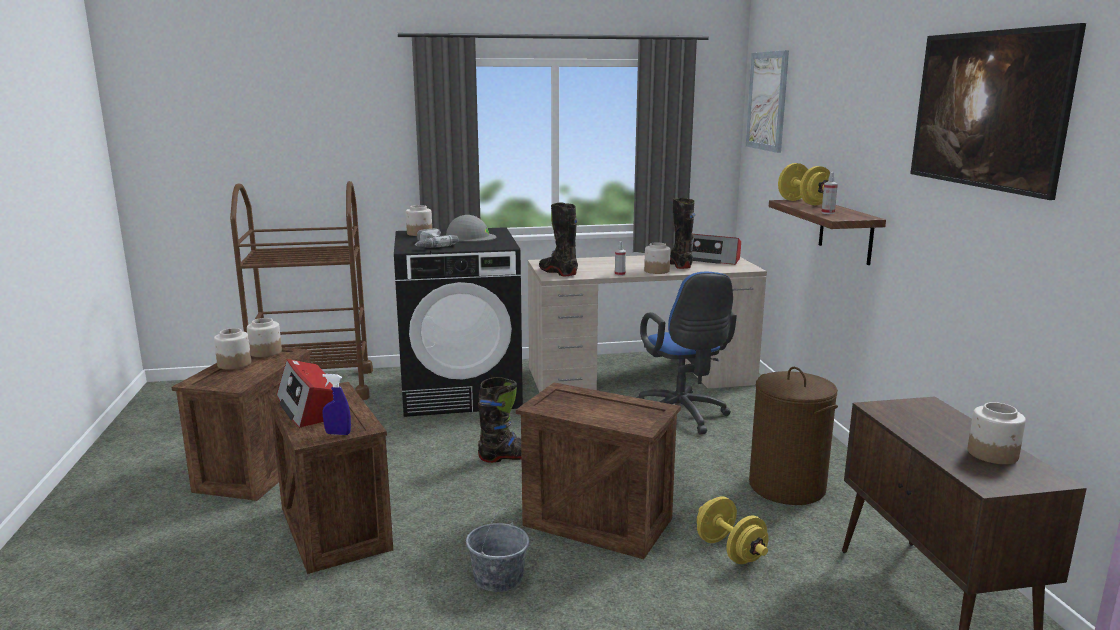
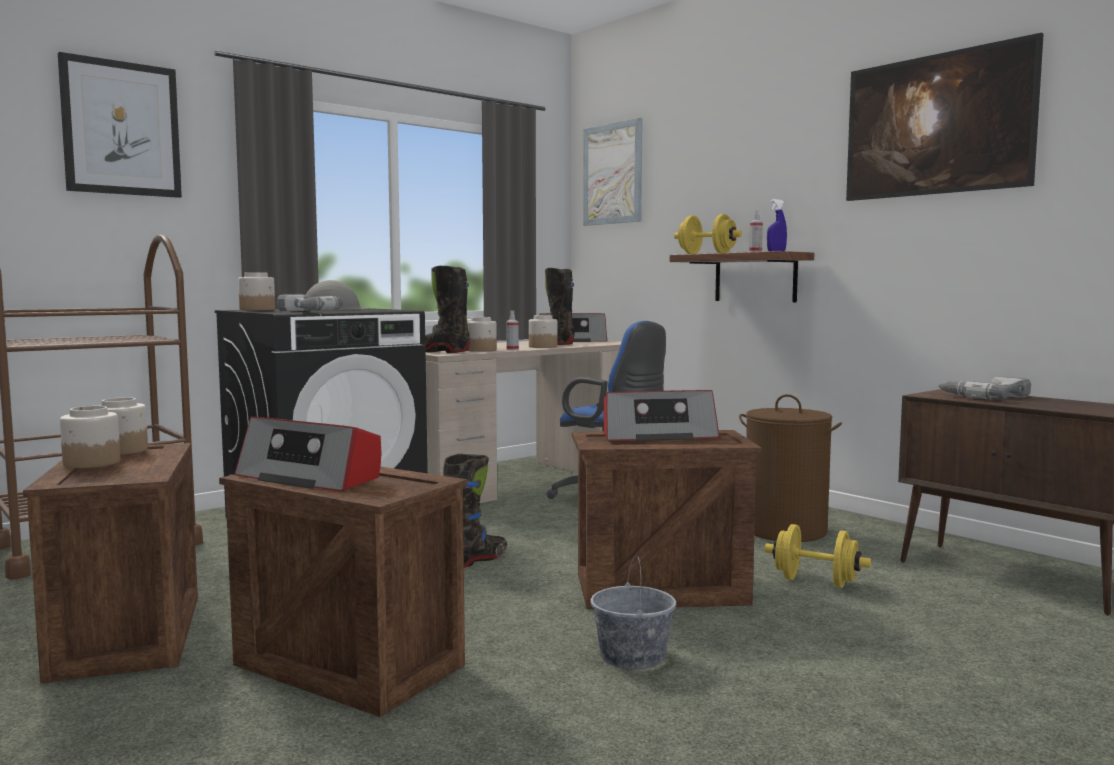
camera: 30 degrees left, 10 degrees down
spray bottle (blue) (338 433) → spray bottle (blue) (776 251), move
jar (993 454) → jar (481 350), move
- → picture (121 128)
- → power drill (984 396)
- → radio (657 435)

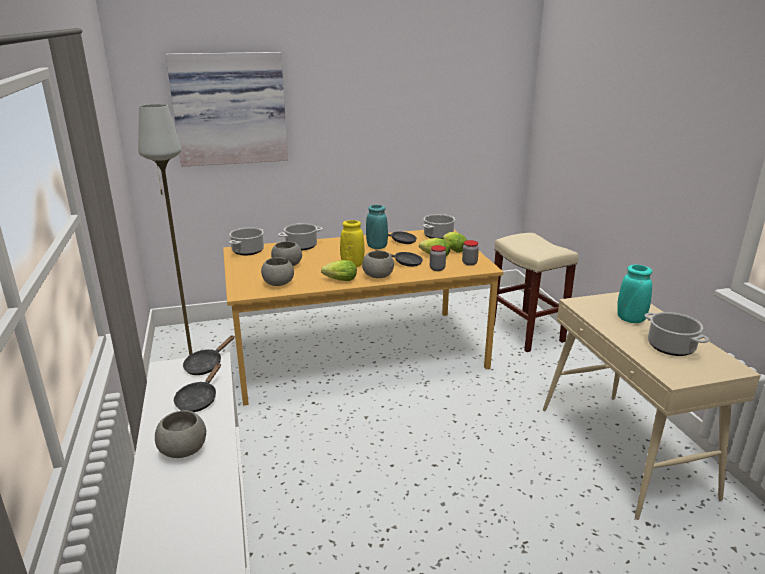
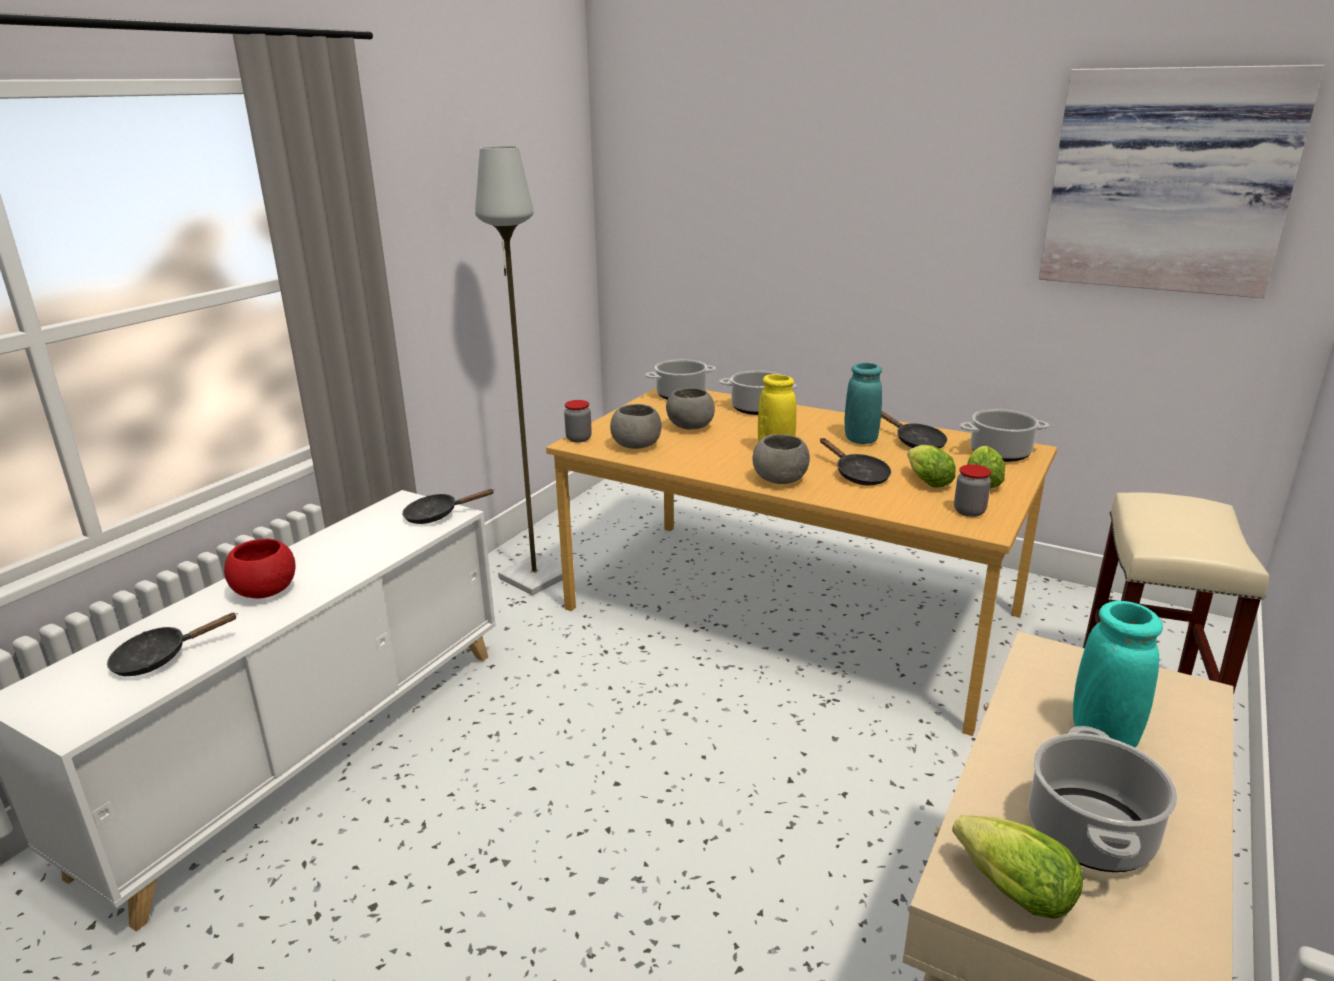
camera: 45 degrees right, 0 degrees up
picture (230 109) → picture (1168 181), move
jar (437 269) → jar (578 439), move
lettuce (338 280) → lettuce (1006 887), move
frying pan (black) (198 400) → frying pan (black) (159 658), move
bowl (grey) (183 450) → bowl (red) (265 591)

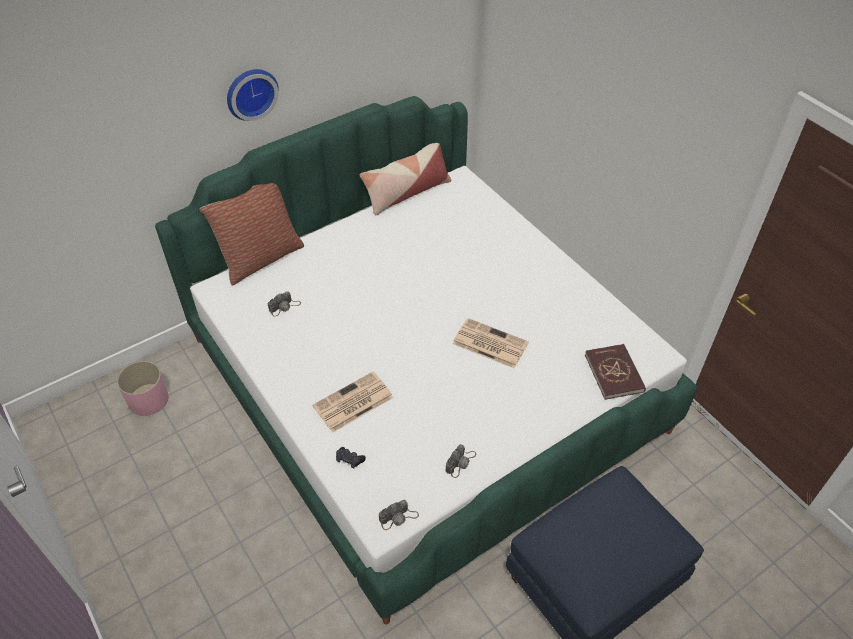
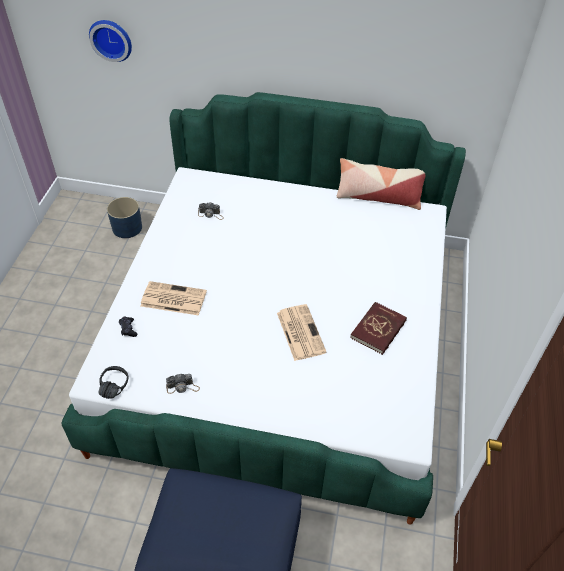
camera: 45 degrees right, 0 degrees up
wall clock (250 93) → wall clock (111 39), move
pillow (261 258) → -
book (red) (614 373) → book (red) (378 329), move
planter (pink) (148 399) → planter (blue) (127 228)
photo camera (398 517) → headphones (black) (108 385)

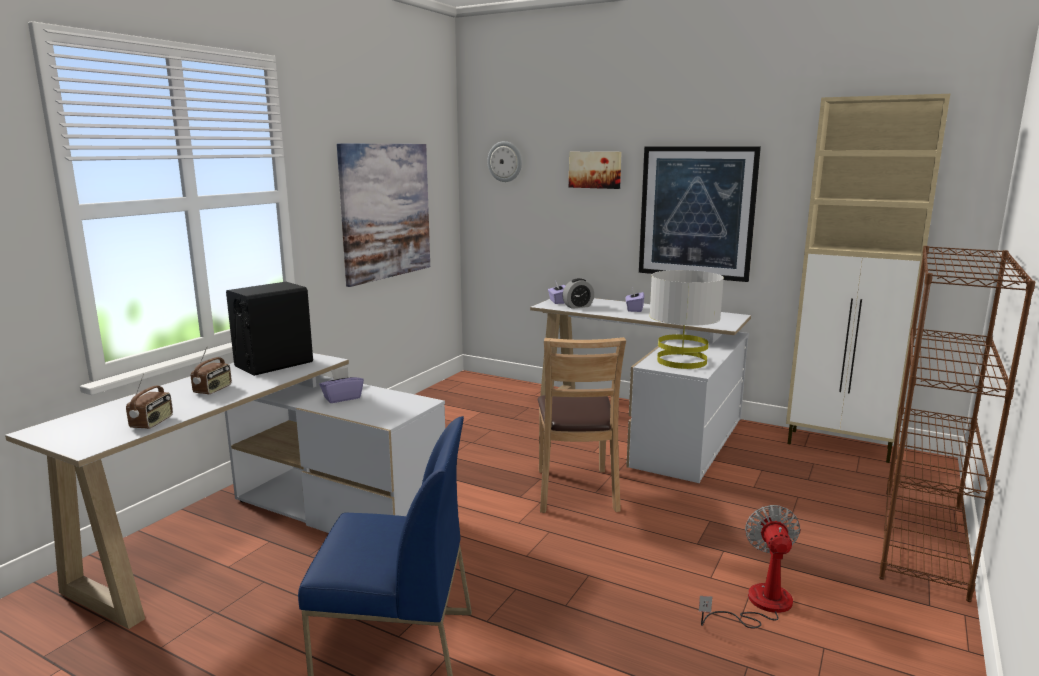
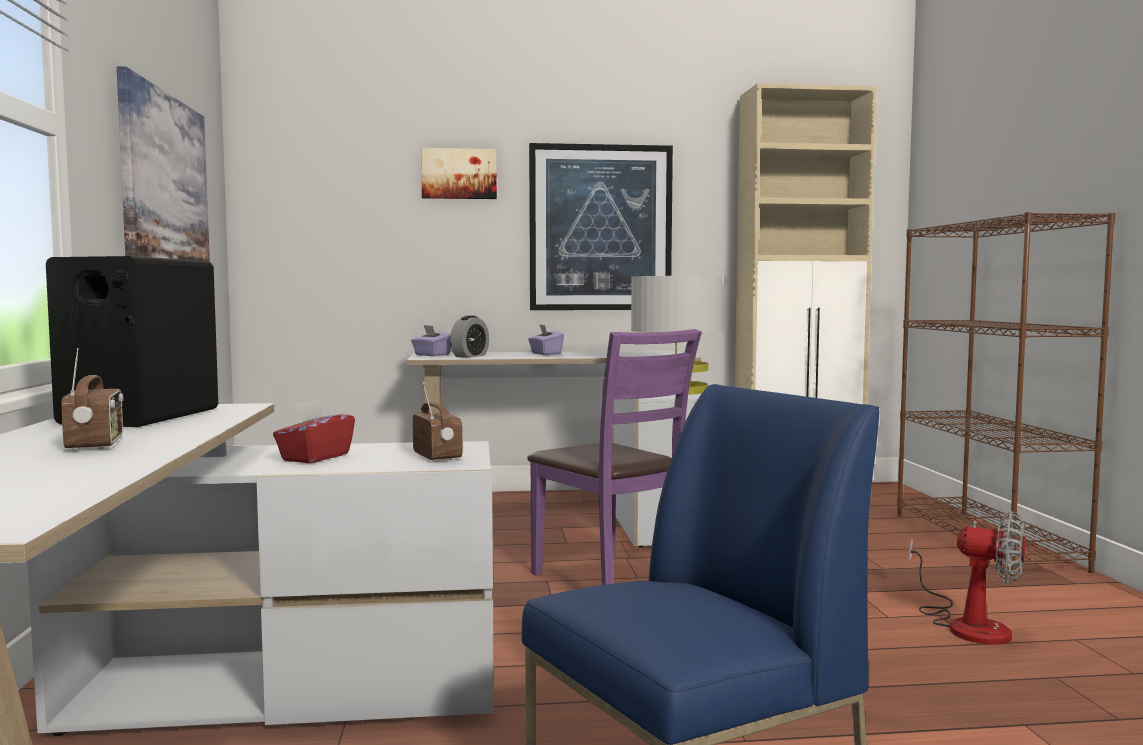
camera: 35 degrees left, 10 degrees down
wall clock (505 161) → -
chair (brown) (575 491) → chair (purple) (612 581)
tissue box (purple) (342 398) → tissue box (red) (315 457)
radio (152 423) → radio (438 456), move
fan (758 604) → fan (967 624), 150 degrees clockwise

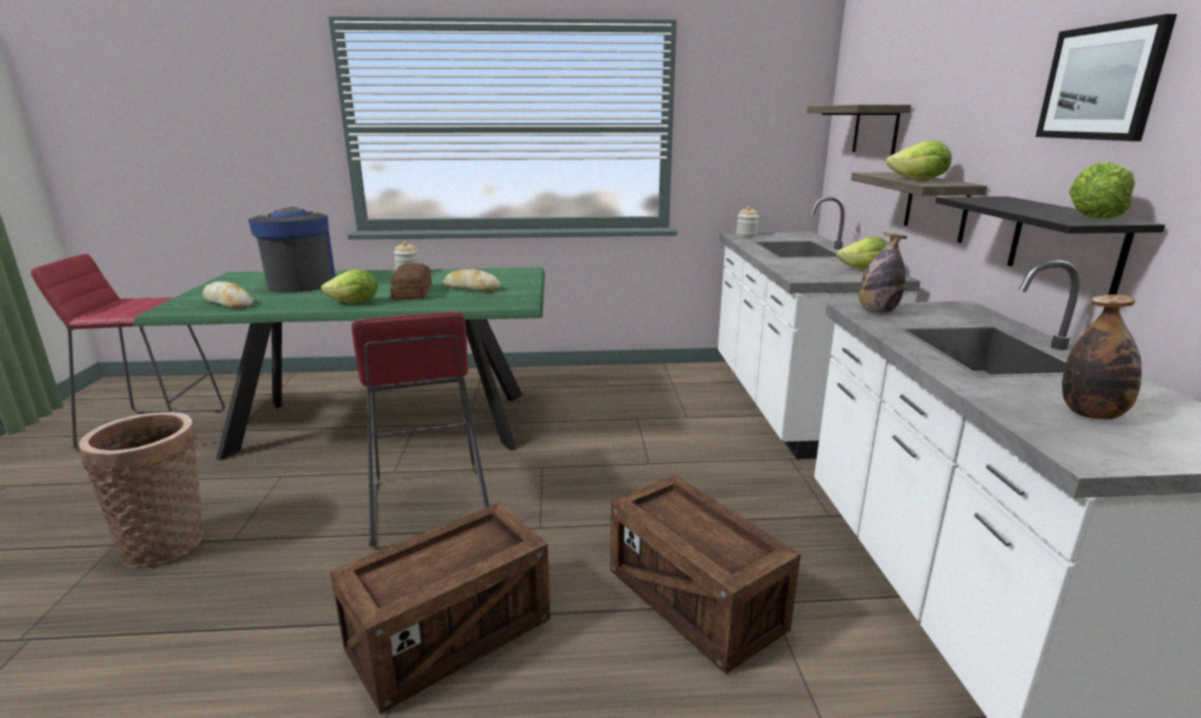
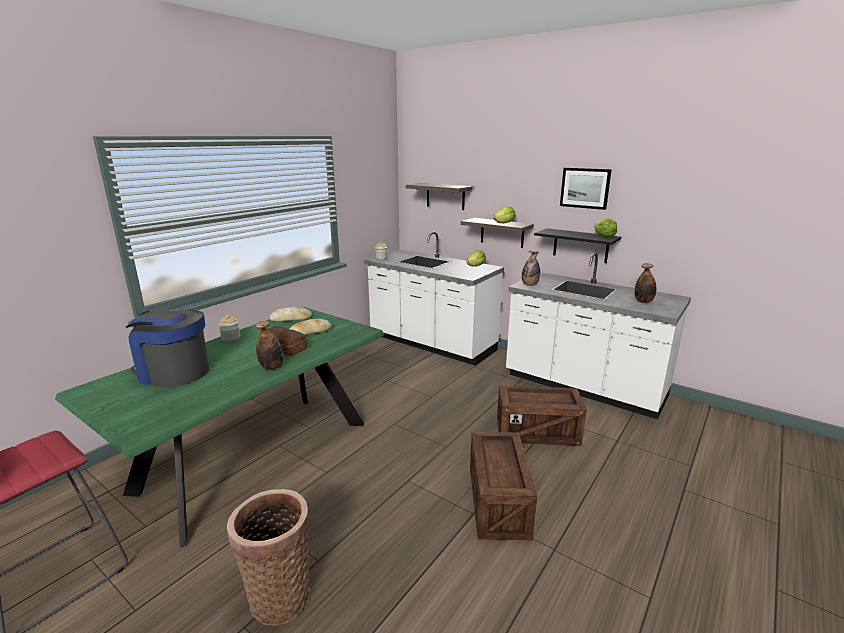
camera: 50 degrees left, 0 degrees up
lettuce (355 302) → bottle (272 367)
bread (228 302) → bread (291 319), move
stool (red) (428 506) → -

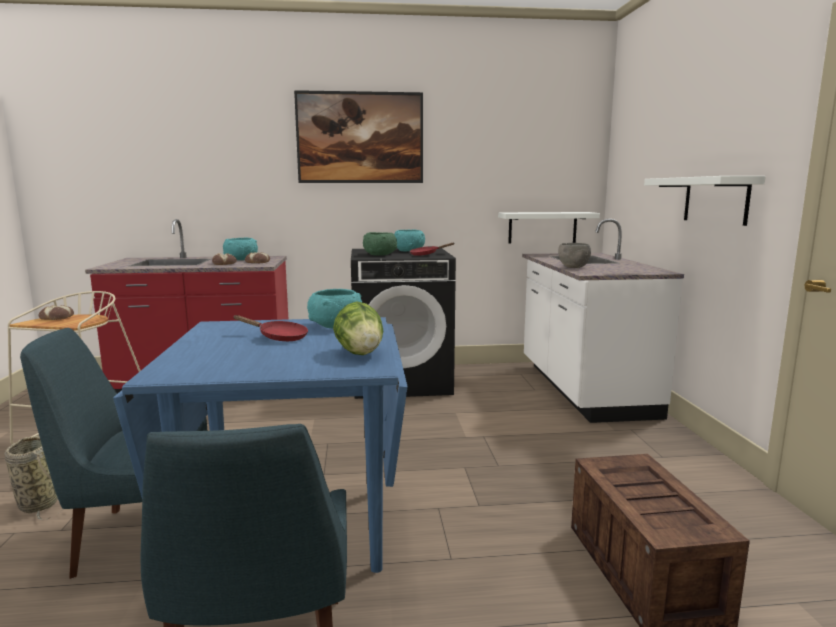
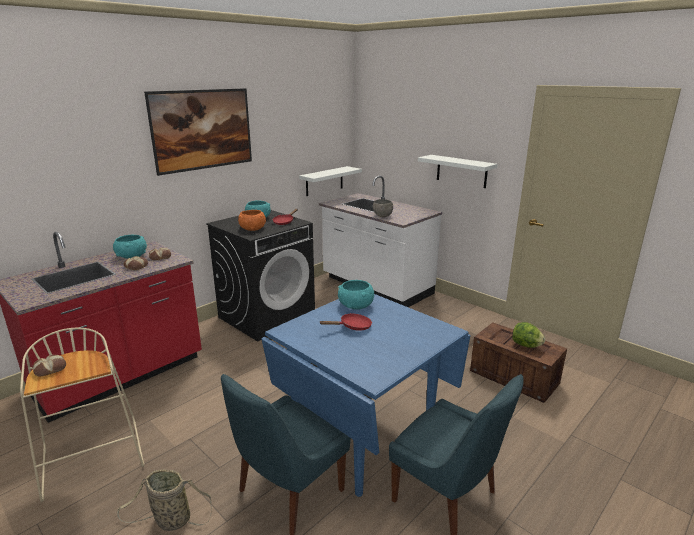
camera: 40 degrees left, 10 degrees up
bowl (green) (379 254) → bowl (orange) (252 228)
lettuce (360 353) → lettuce (526 345), move

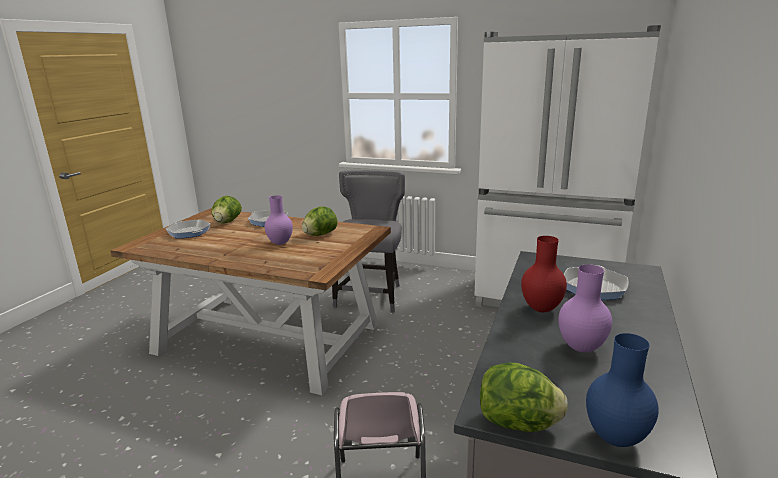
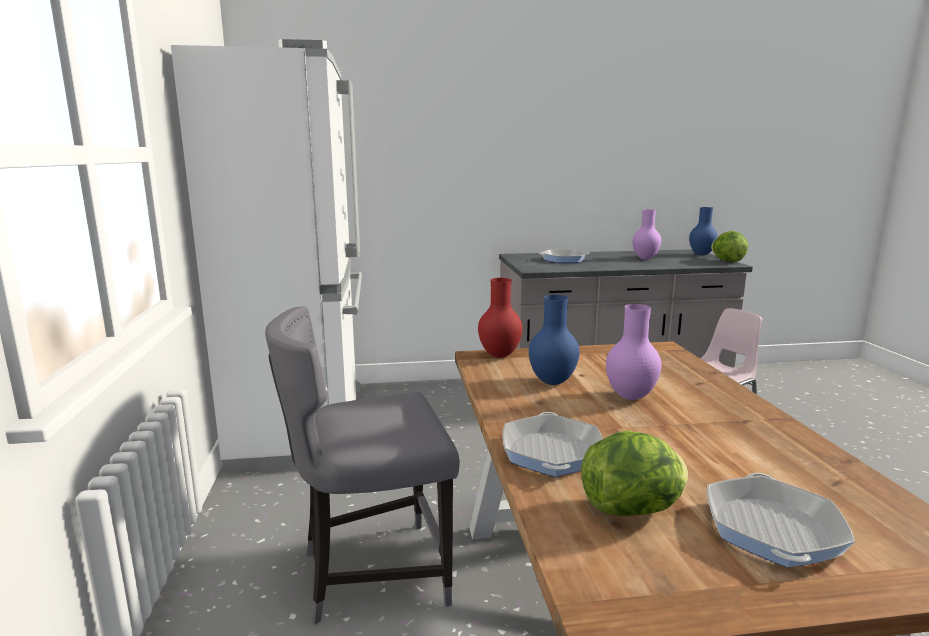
camera: 120 degrees left, 5 degrees down
lettuce (320 235) → vase (blue) (551 382)
vase (red) (542 309) → vase (red) (499 355), move

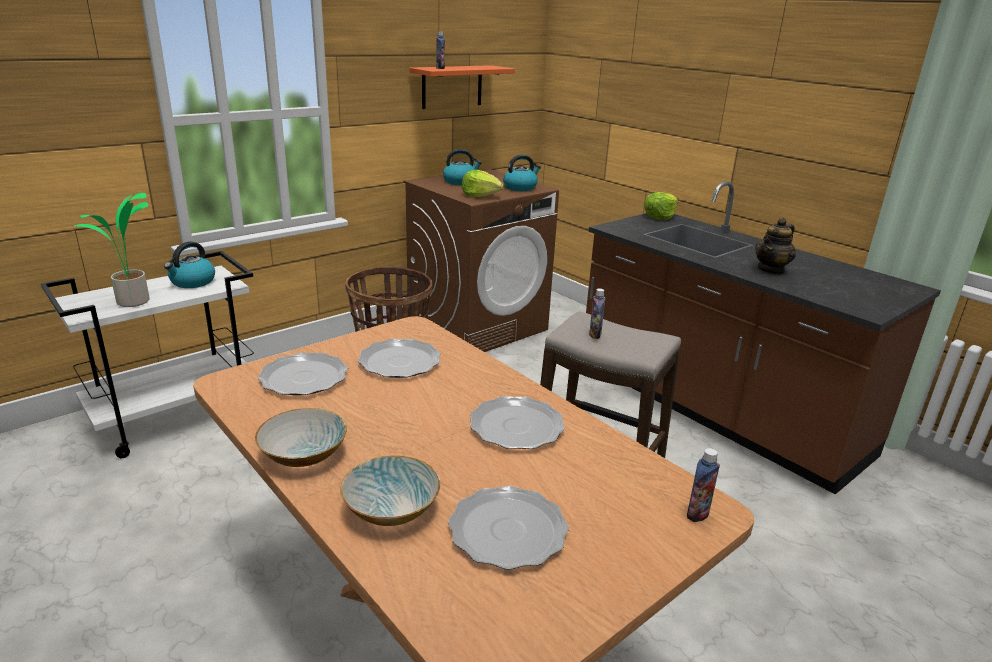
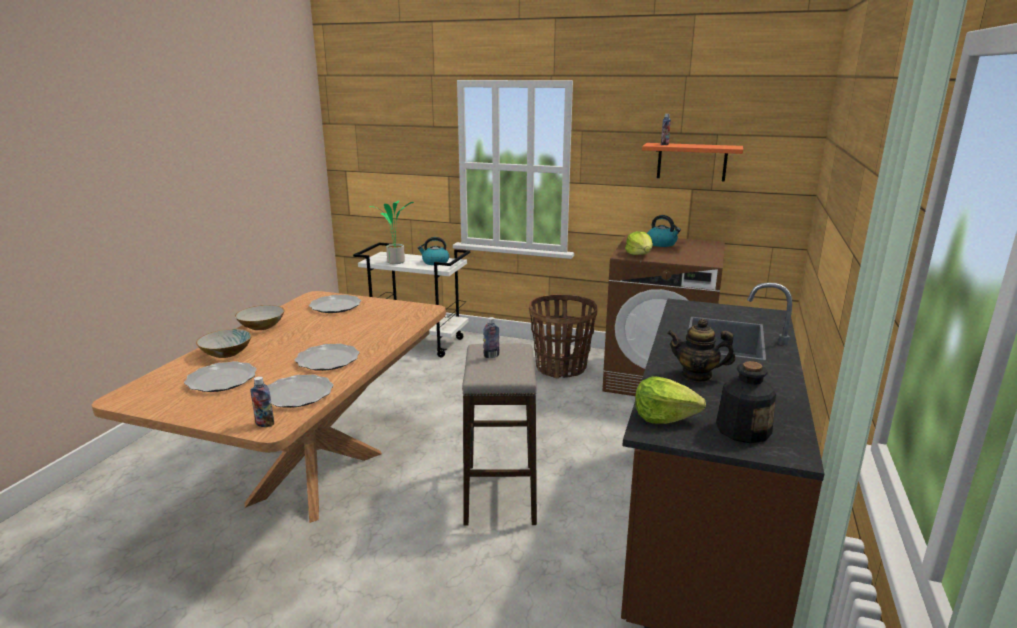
camera: 60 degrees right, 5 degrees down
kettle (520 187) → -
lettuce (660 217) → lettuce (664 416), move
plate (400 361) → plate (298 394), move
- → bottle (742 429)

